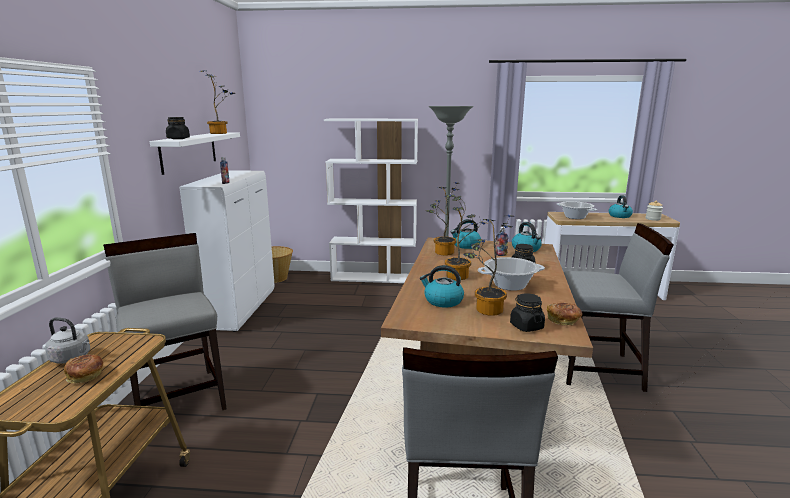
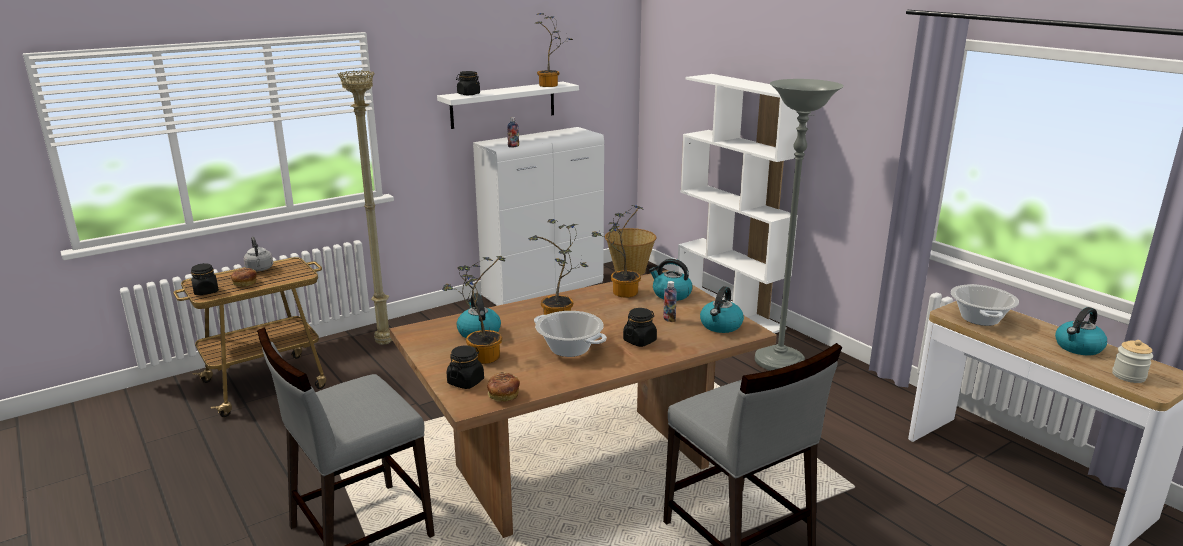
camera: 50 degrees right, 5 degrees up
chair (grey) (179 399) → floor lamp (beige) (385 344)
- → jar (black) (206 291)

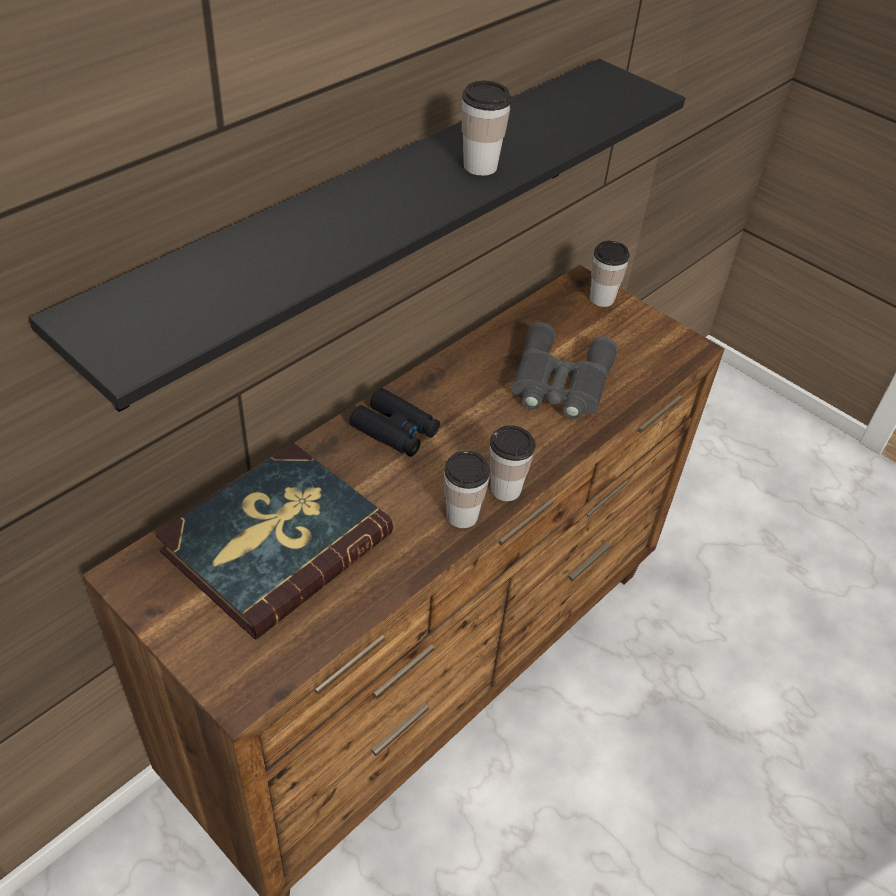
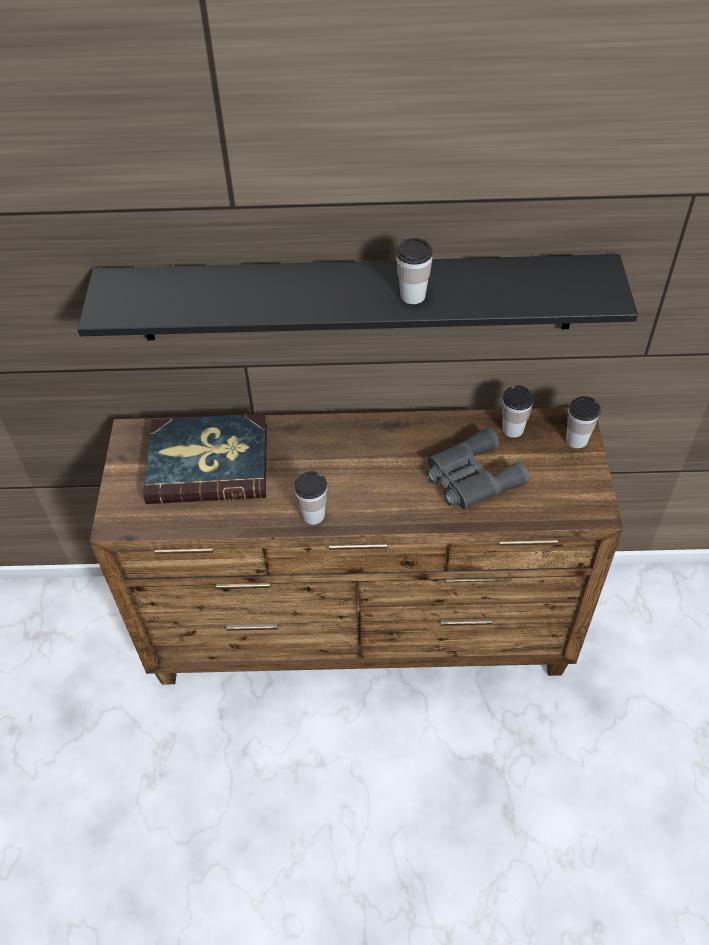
camera: 50 degrees right, 5 degrees up
binoculars (black) (395 430) → -
cup (505 489) → cup (512 429), move

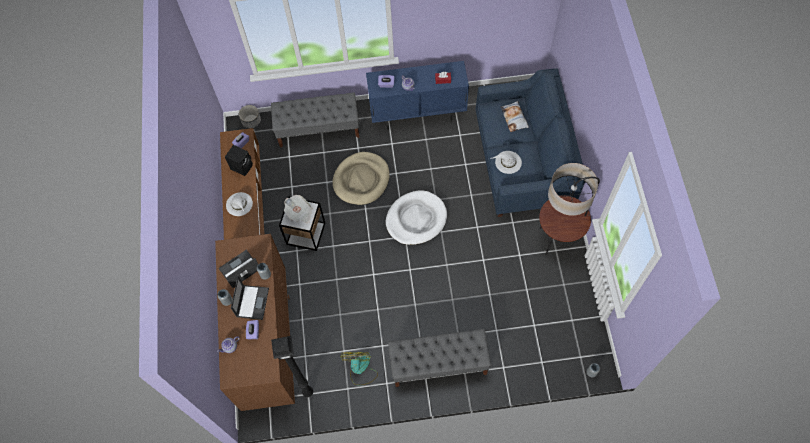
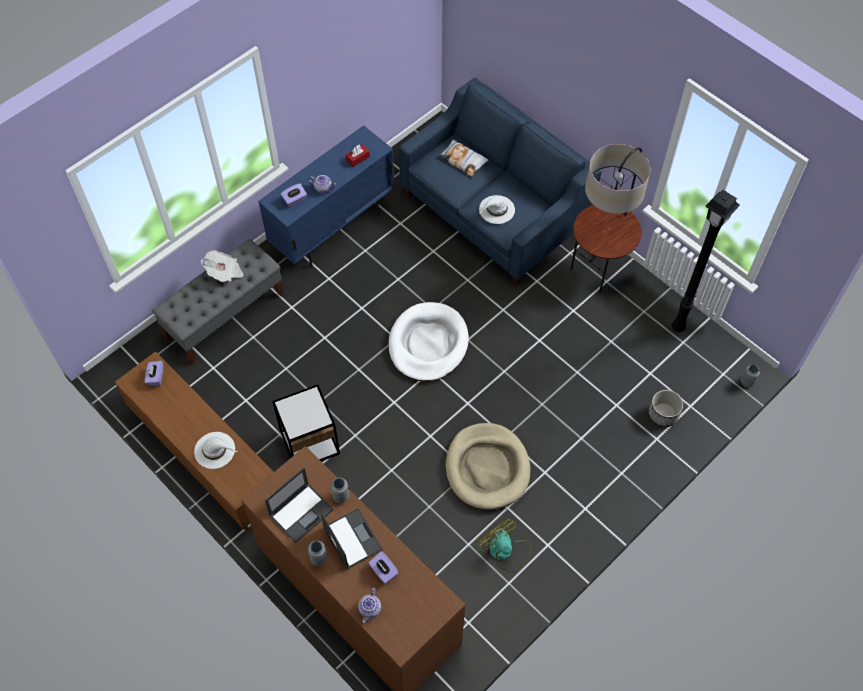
camera: 40 degrees left, 5 degrees down
planter (251 122) → planter (663 415), move
speaker (black) (242 166) → -
dog bed (beige) (361 180) → dog bed (beige) (487 468), move
newspaper (299 213) → newspaper (224 272), move
laptop (239 269) → laptop (301 512), 150 degrees counterclockwise
bench (grey) (438 364) → -
floor lamp (black) (307 393) → floor lamp (black) (678 328), move

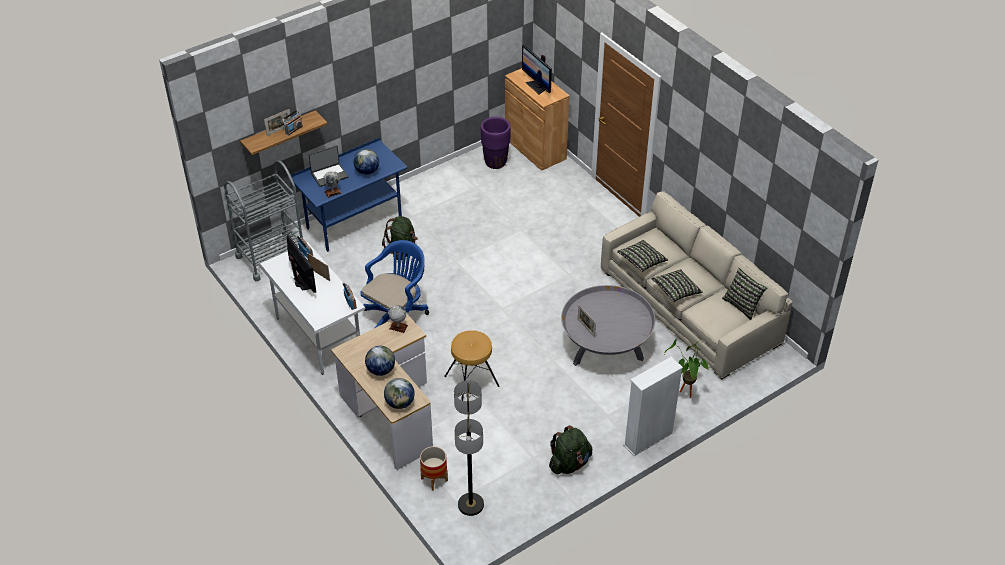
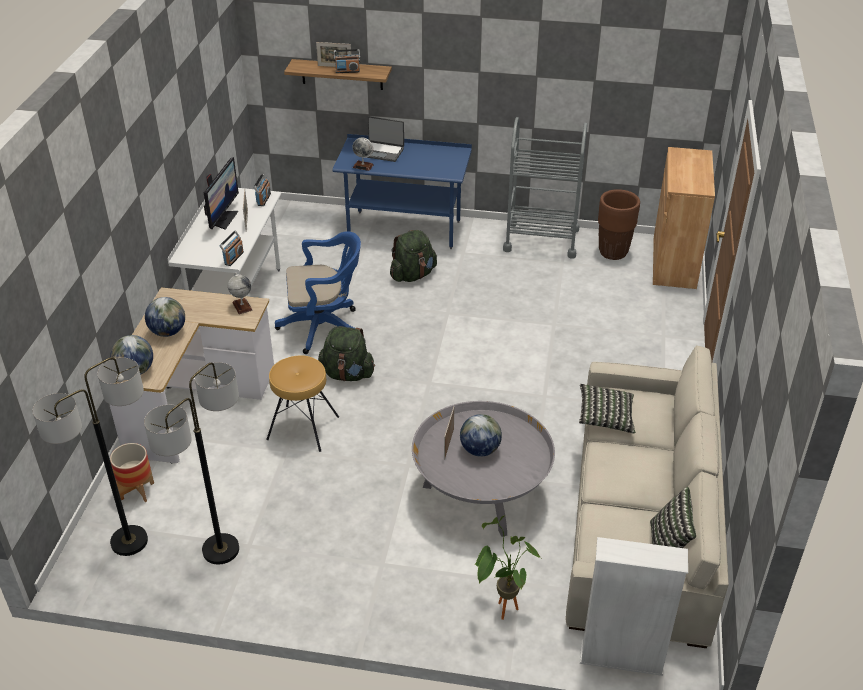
camera: 45 degrees right, 5 degrees down
monitor (537 86) → -
planter (purple) (495 162) → planter (brown) (613 252)
globe (367 172) → globe (480 450), move
cart (grey) (271 257) → cart (grey) (541 240), move
pillow (676 291) → -
bookcase (white) (648 439) → bookcase (white) (621 658), move
backpack (green) (569 463) → backpack (green) (347 374), move
- → floor lamp (220 550)

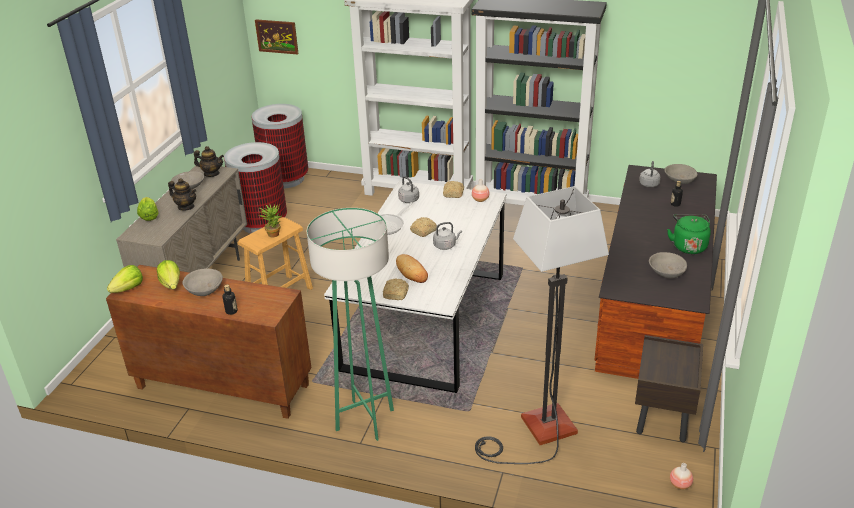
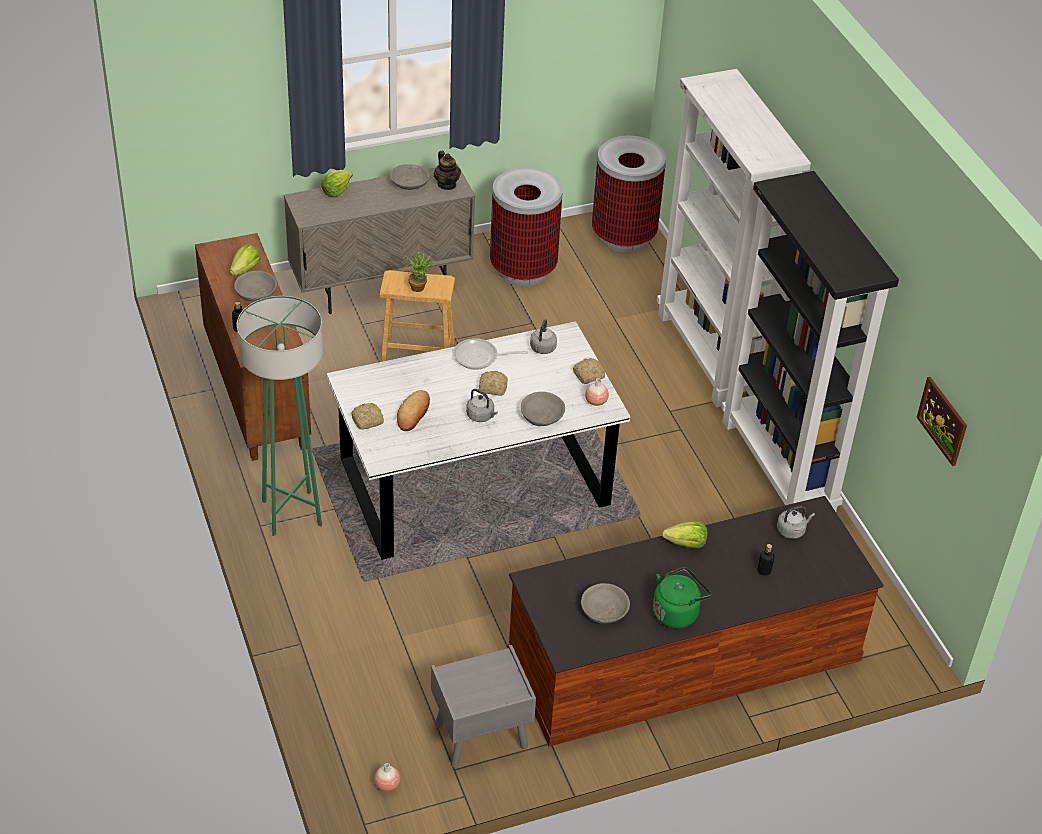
camera: 50 degrees right, 10 degrees up
picture (277 36) → picture (942 420), move
bowl (grey) (679 179) → bowl (grey) (542 416), move
teapot (186 207) → -
floor lamp (537 432) → -
lettuce (128 289) → lettuce (686 544), move
nightstand (brown) (663 416) → nightstand (grey) (480 736)

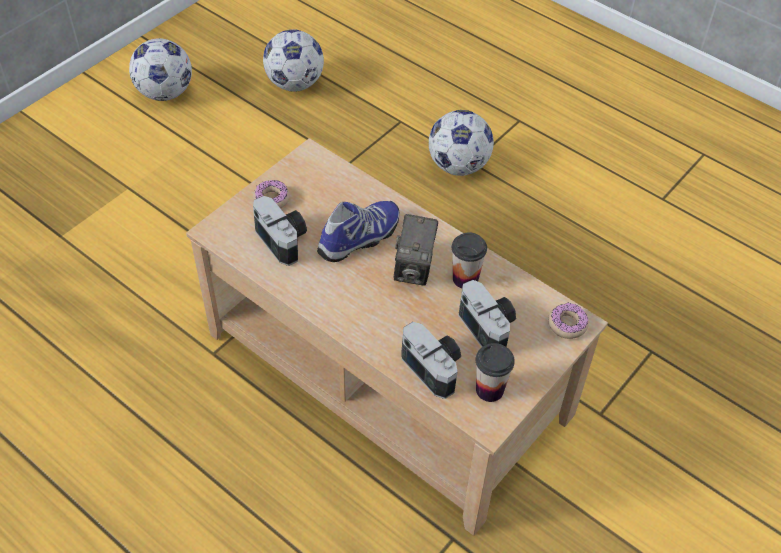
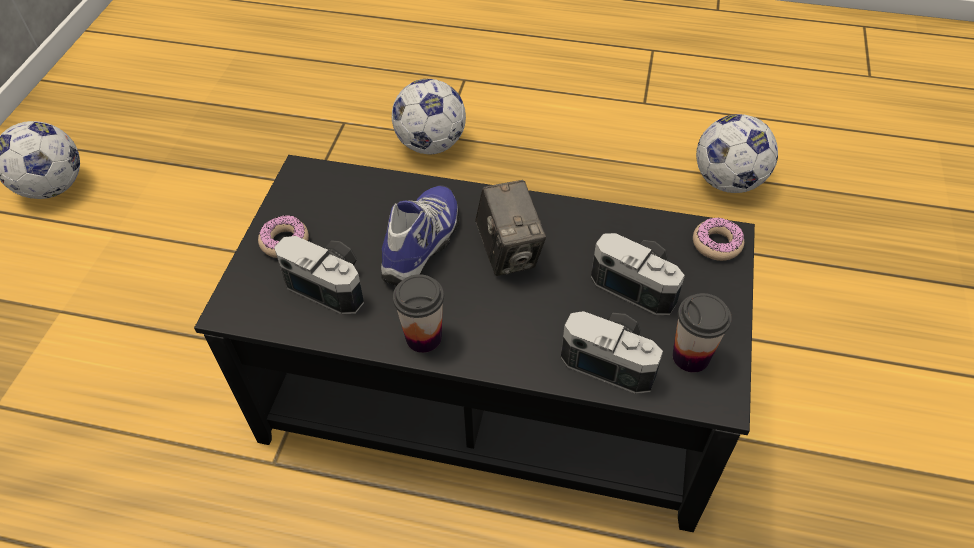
camera: 25 degrees left, 0 degrees up
football (295 83) → football (728 181), move
coffee table (beige) (385 375) → coffee table (black) (487 396)
cup (465 279) → cup (423 337), move

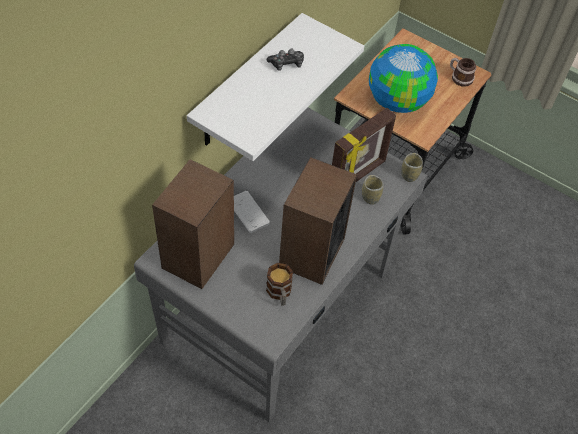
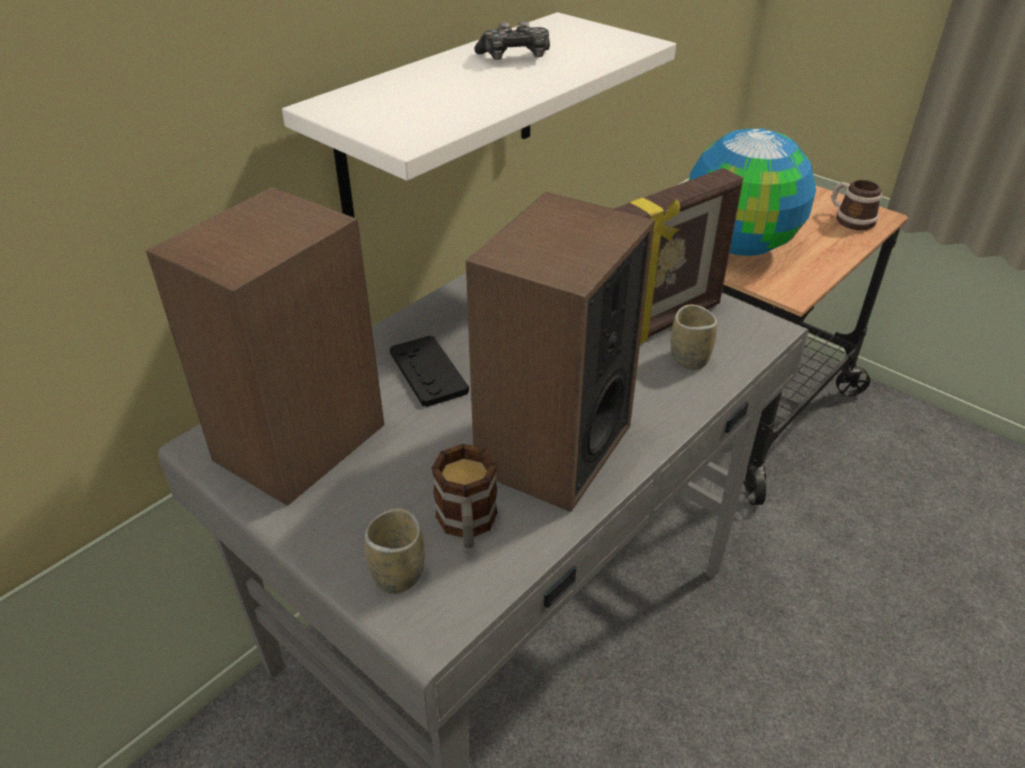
camera: 10 degrees right, 15 degrees down
cup (409 175) → cup (398 574), move
game controller (white) (248 212) → game controller (black) (428 372)

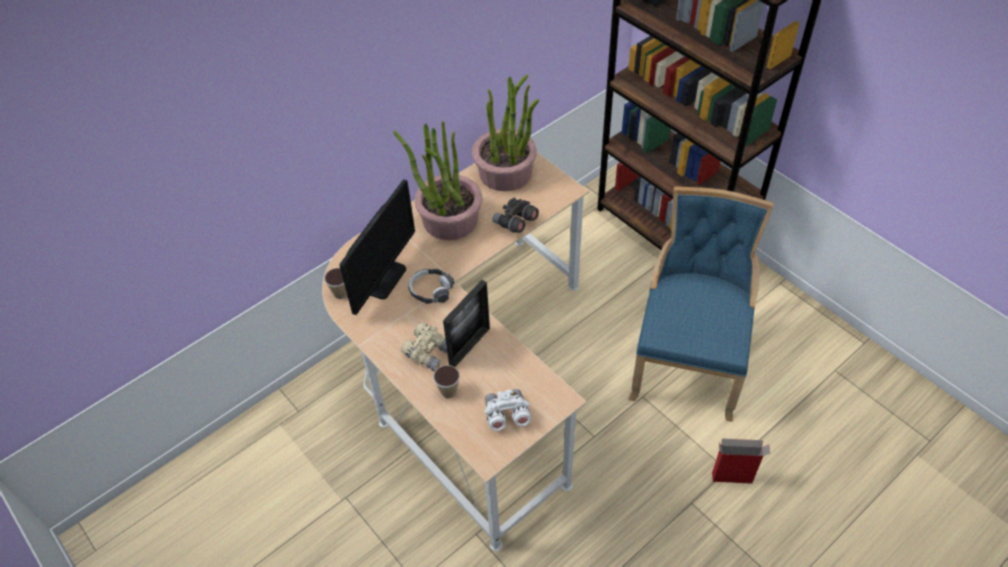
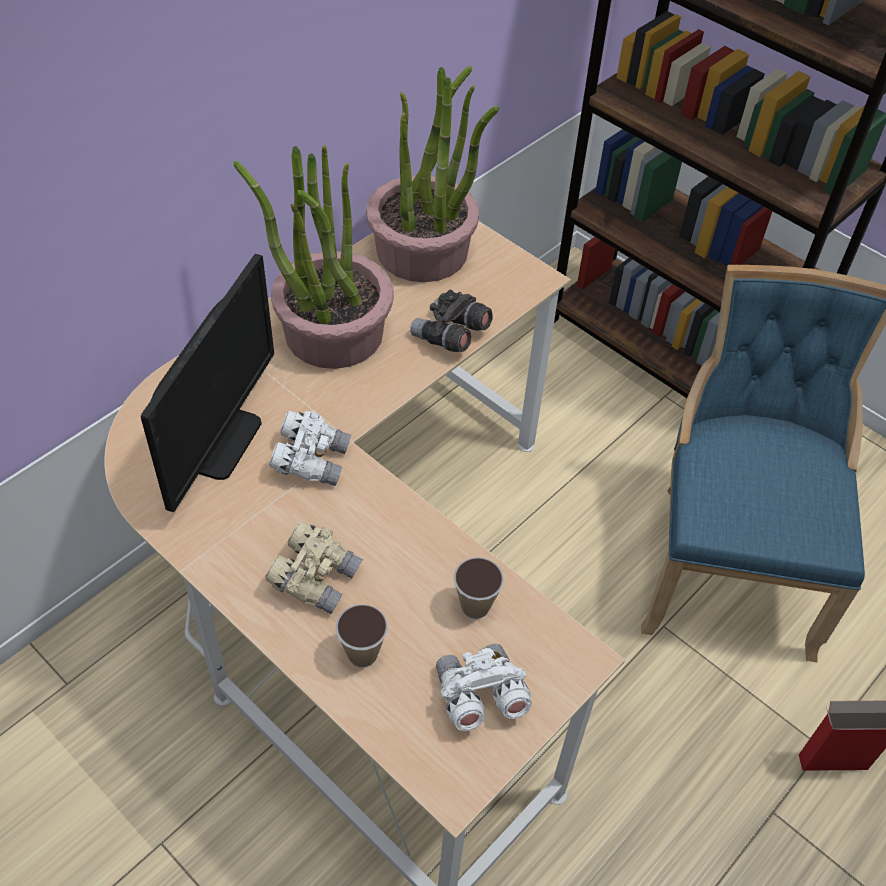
camera: 10 degrees left, 0 degrees up
cup (340 293) → cup (475 606), move
headphones (431 290) → binoculars (white) (311 460)
picture frame (469 346) → -

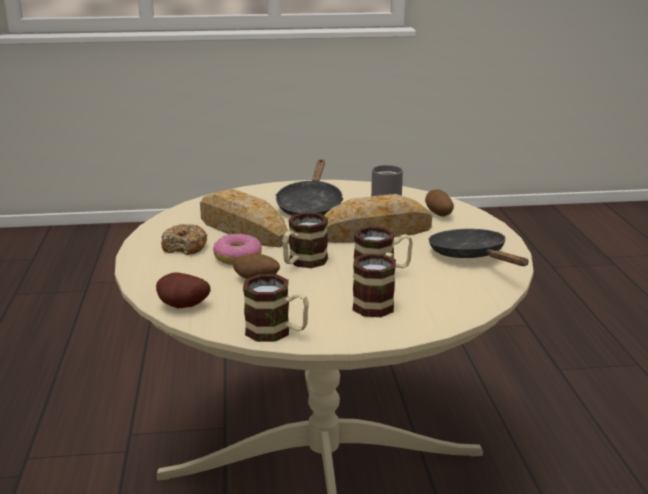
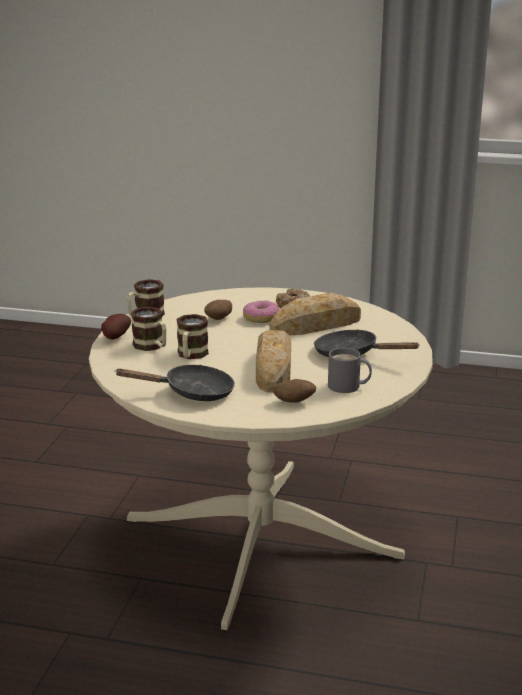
camera: 110 degrees right, 0 degrees up
mug (303 262) → -
potato (182 307) → potato (115 338), move

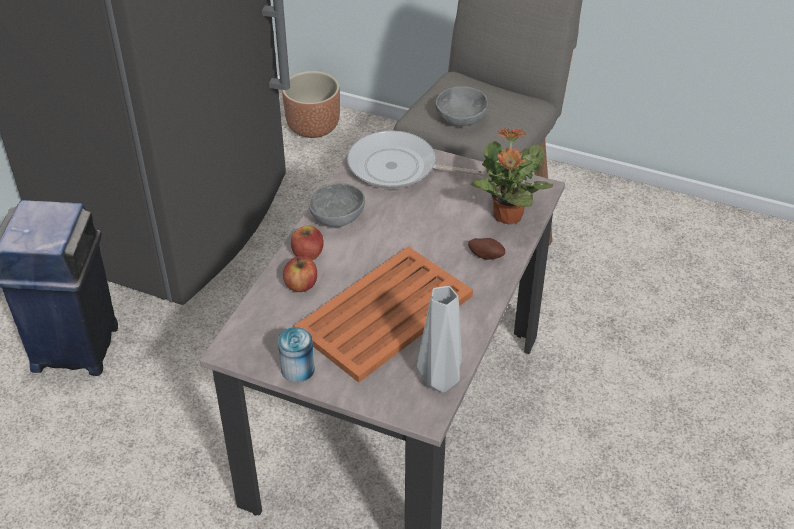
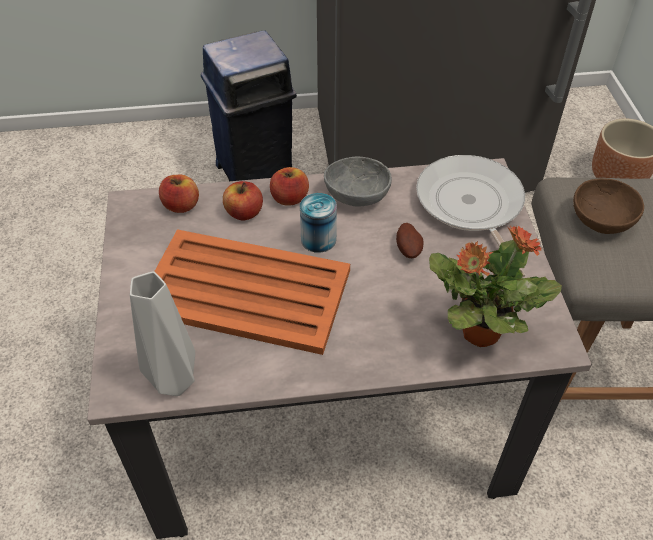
camera: 60 degrees right, 5 degrees up
bowl (grey) (460 119) → bowl (brown) (600 221)
potato (486 255) → potato (409 249), move
can (297 369) → can (318 239), move
- → apple (181 205)

